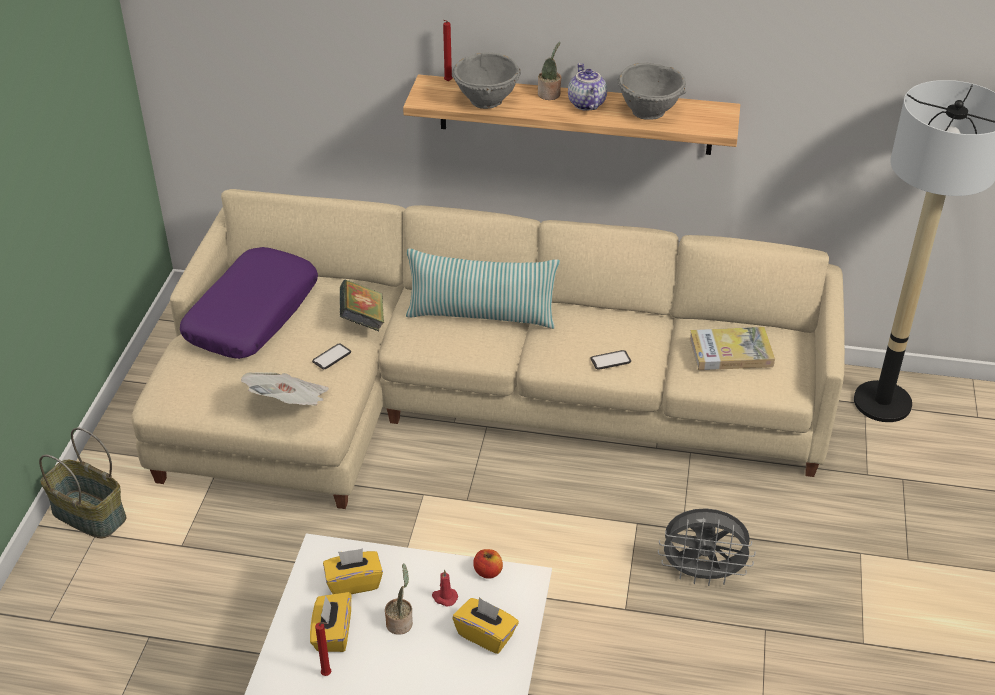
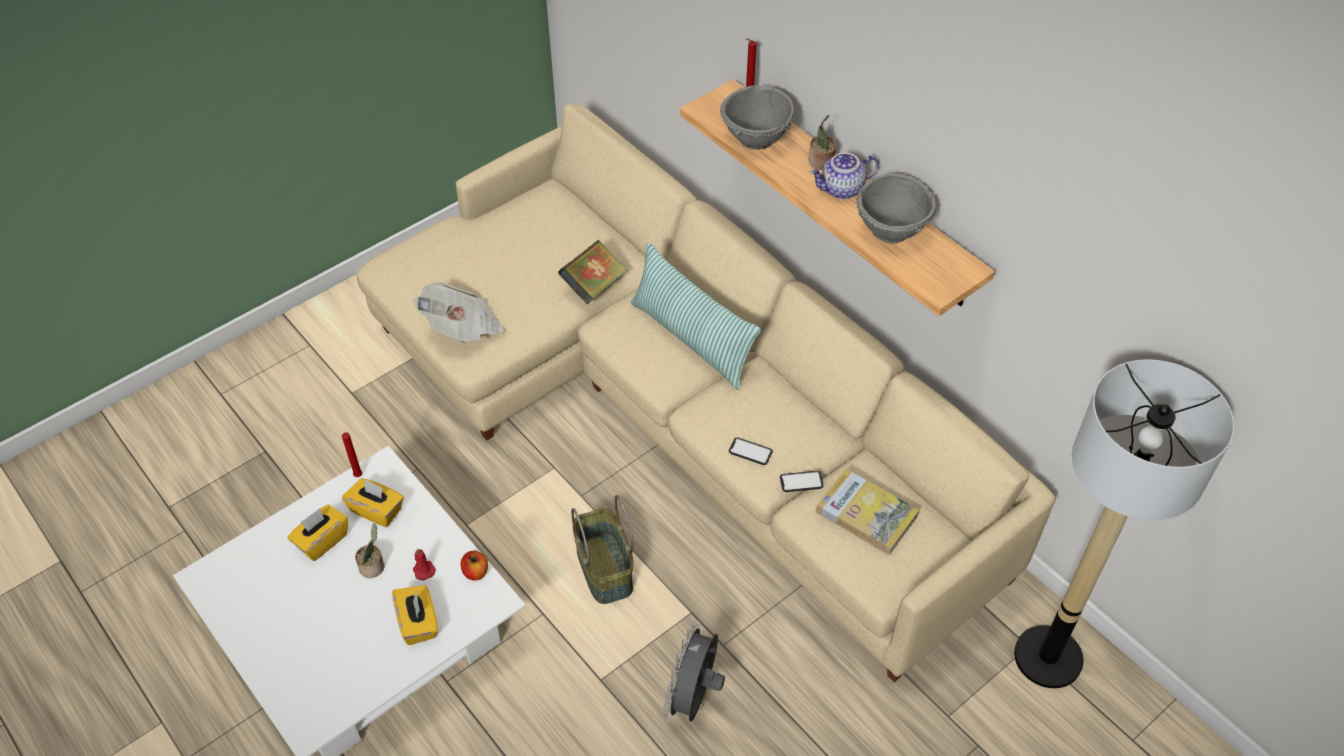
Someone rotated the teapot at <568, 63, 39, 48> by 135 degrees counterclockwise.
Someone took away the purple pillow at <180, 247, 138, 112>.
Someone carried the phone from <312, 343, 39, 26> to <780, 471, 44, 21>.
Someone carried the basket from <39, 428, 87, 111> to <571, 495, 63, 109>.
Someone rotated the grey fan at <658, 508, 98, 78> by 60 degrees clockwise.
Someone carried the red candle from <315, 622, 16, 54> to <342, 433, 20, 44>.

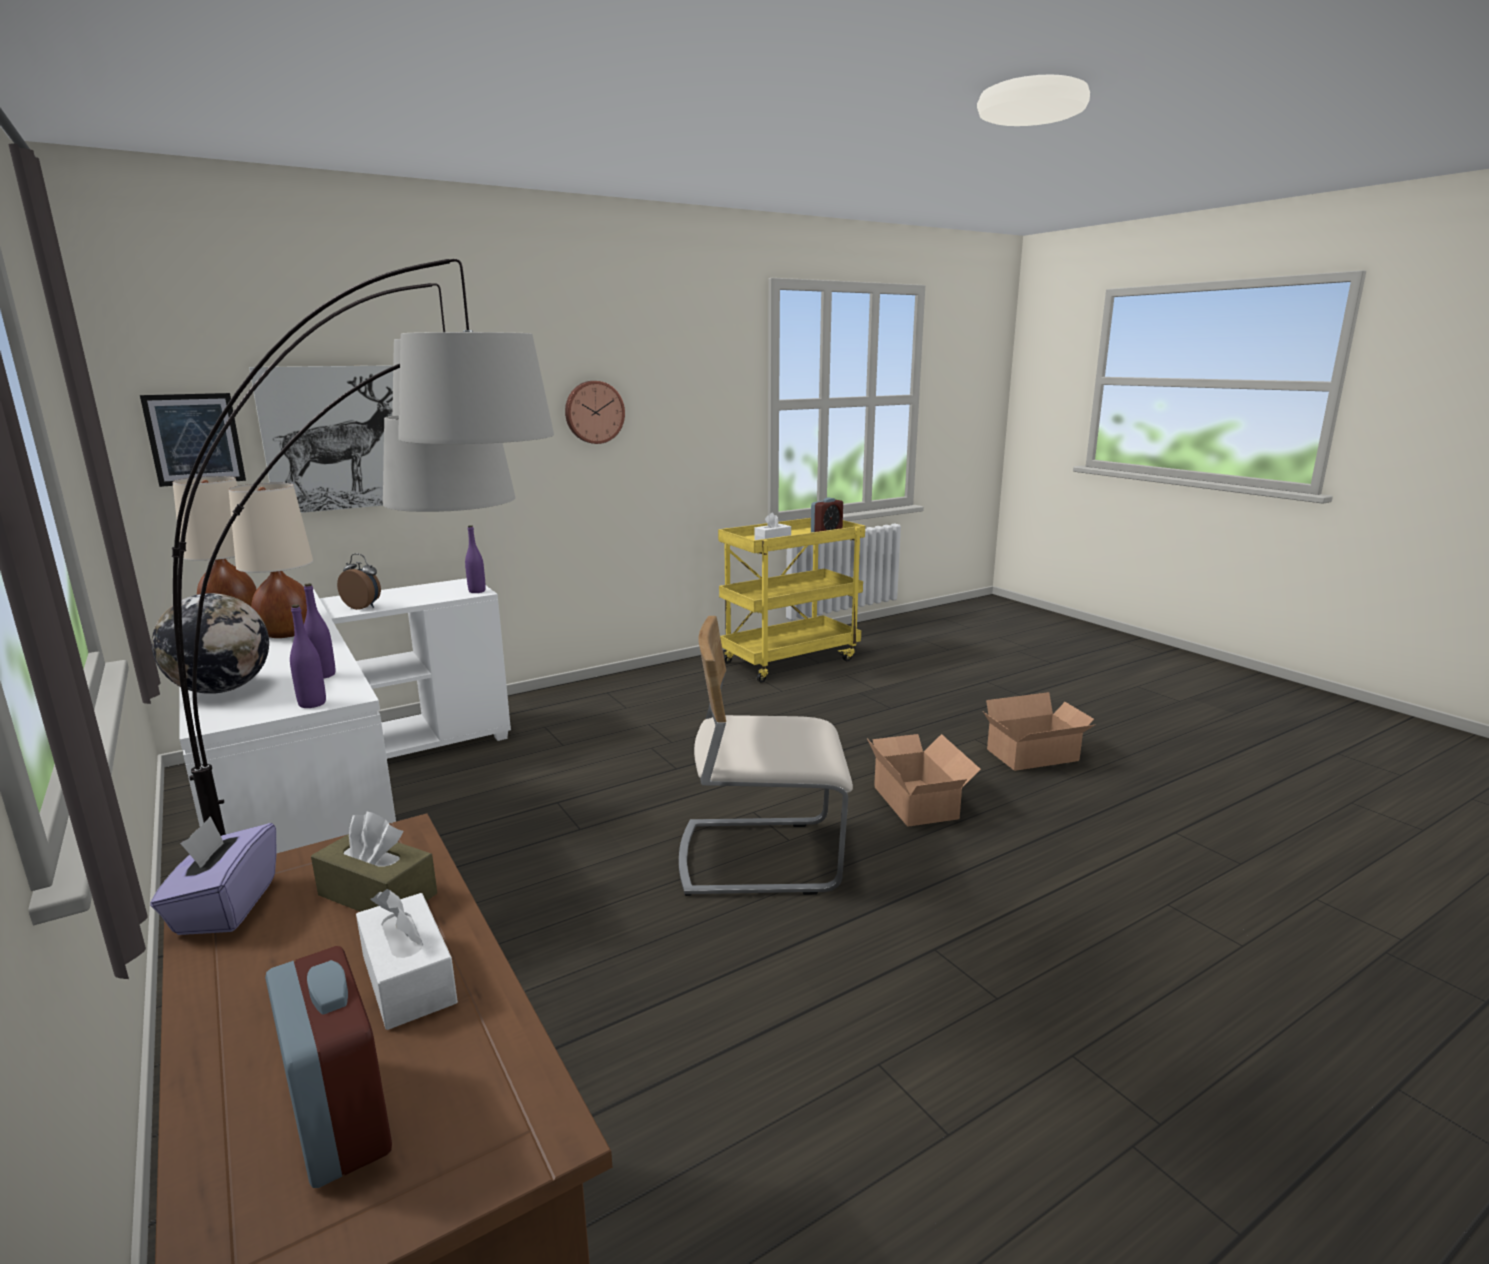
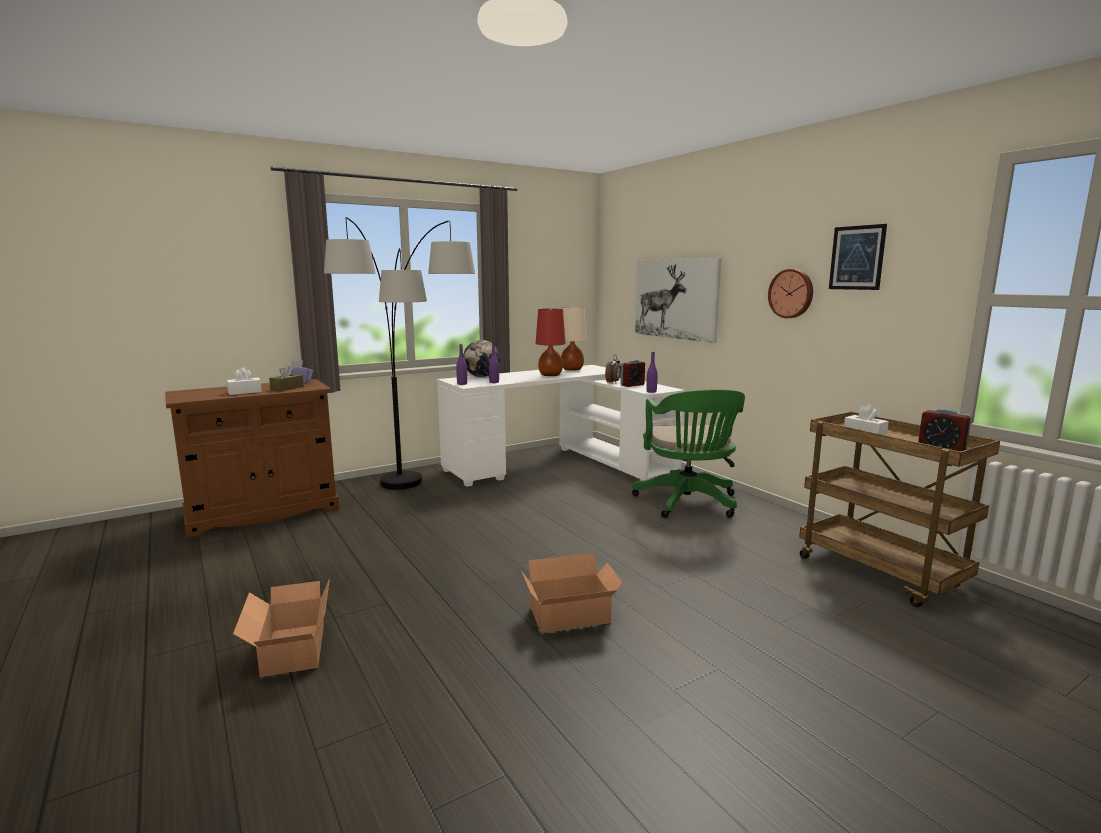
Someone carried the picture from <140, 393, 106, 94> to <829, 224, 58, 66>.
Someone repainted the beige table lamp at <229, 483, 84, 155>, which became the red table lamp at <536, 309, 30, 67>.
Someone repainted the yellow cart at <718, 518, 147, 165>, which became the brown cart at <799, 412, 201, 195>.
Someone took away the beige chair at <679, 616, 174, 280>.
Someone carried the cardboard box from <983, 692, 112, 79> to <233, 578, 97, 99>.
Someone carried the alarm clock from <265, 946, 127, 242> to <620, 360, 25, 27>.
Someone put down the green office chair at <632, 389, 113, 129>.

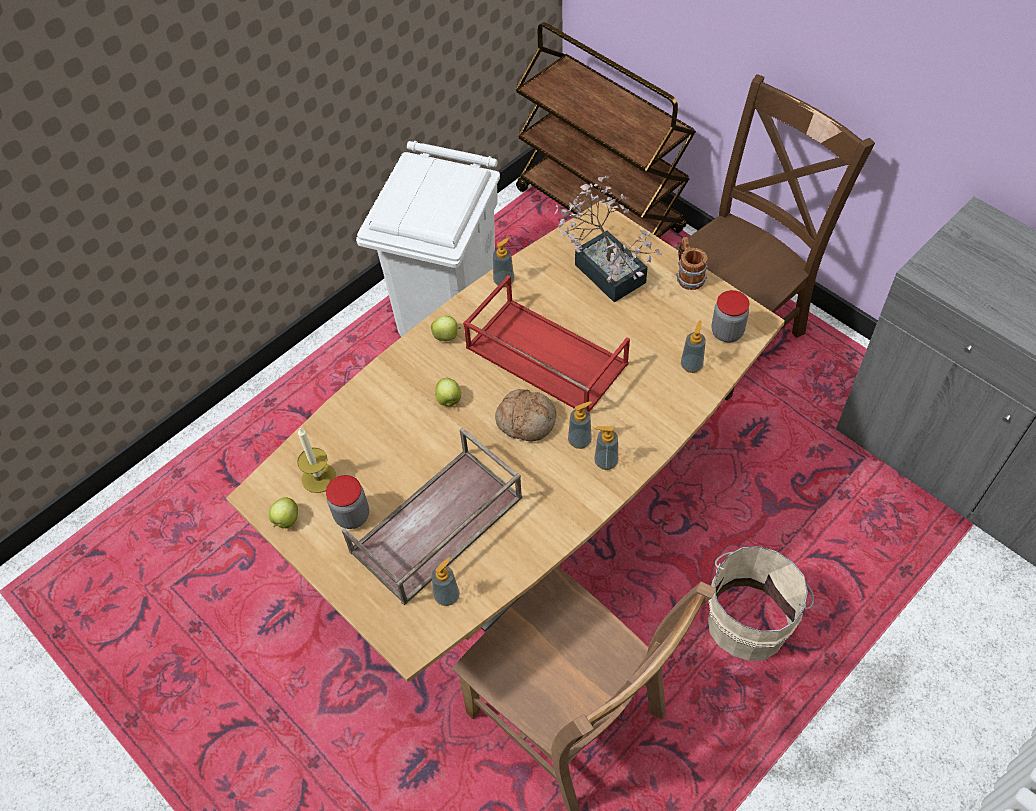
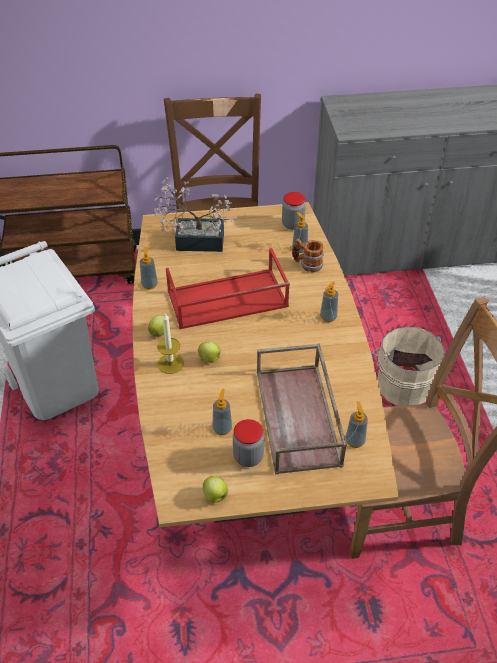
Someone carried the mug from <676, 237, 32, 53> to <292, 238, 32, 34>.
Someone took away the bread at <495, 389, 62, 53>.
Someone carried the soap dispenser from <568, 401, 24, 48> to <212, 389, 20, 46>.
Someone carried the candle from <297, 428, 39, 65> to <157, 314, 27, 60>.

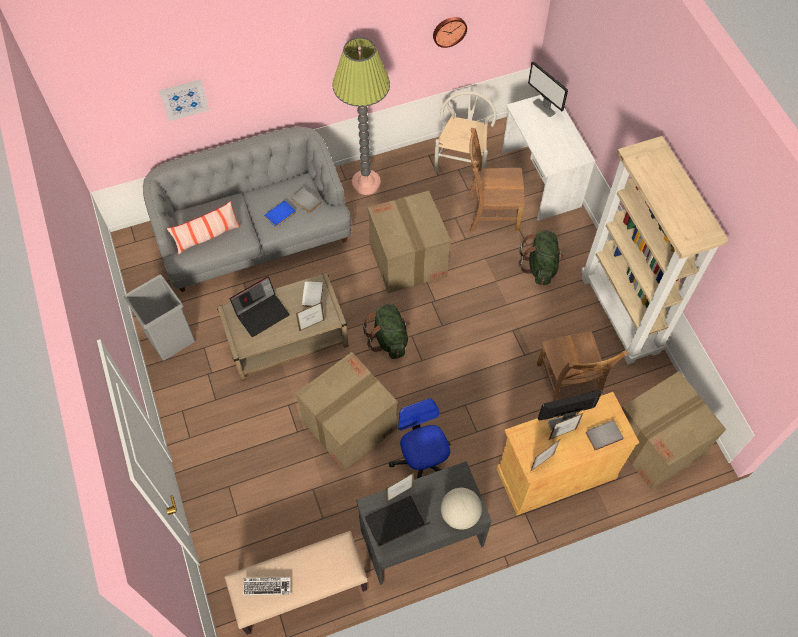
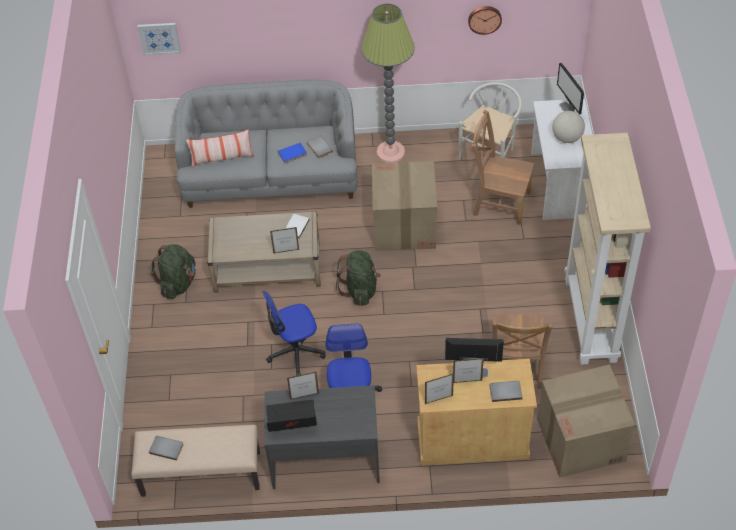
Someone carried the picture from <159, 79, 50, 42> to <137, 23, 44, 33>.
Someone carried the green backpack from <519, 231, 46, 54> to <151, 244, 45, 55>.
Someone took away the grey trash can at <124, 275, 71, 85>.
Someone took away the laptop at <230, 276, 60, 61>.
Someone swapped the cardboard box at <295, 352, 102, 118> for the office chair at <263, 291, 63, 85>.
Someone carried the globe from <441, 488, 41, 42> to <552, 111, 33, 32>.
Someone swapped the keyboard at <243, 577, 48, 18> for the grey book at <149, 436, 35, 25>.

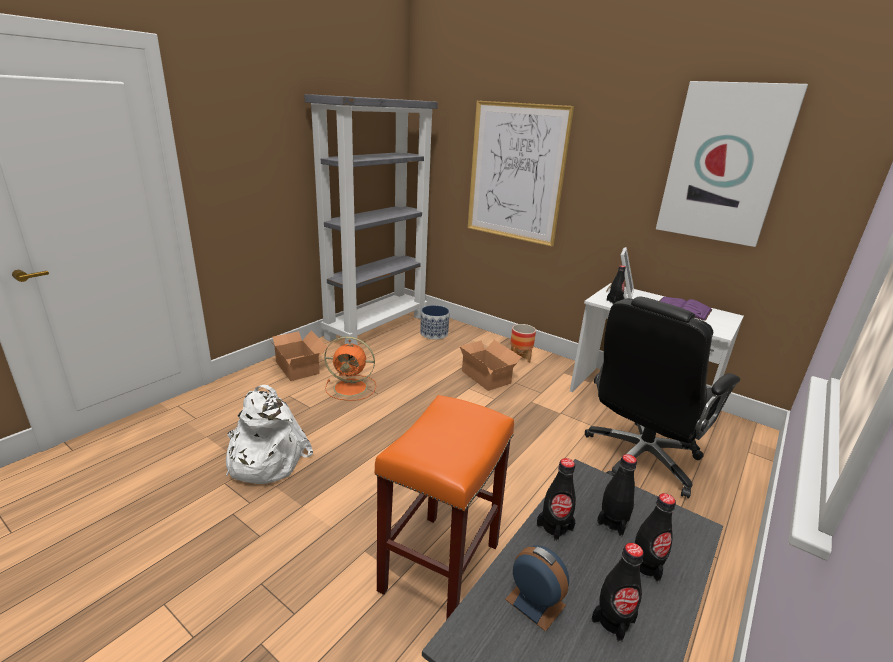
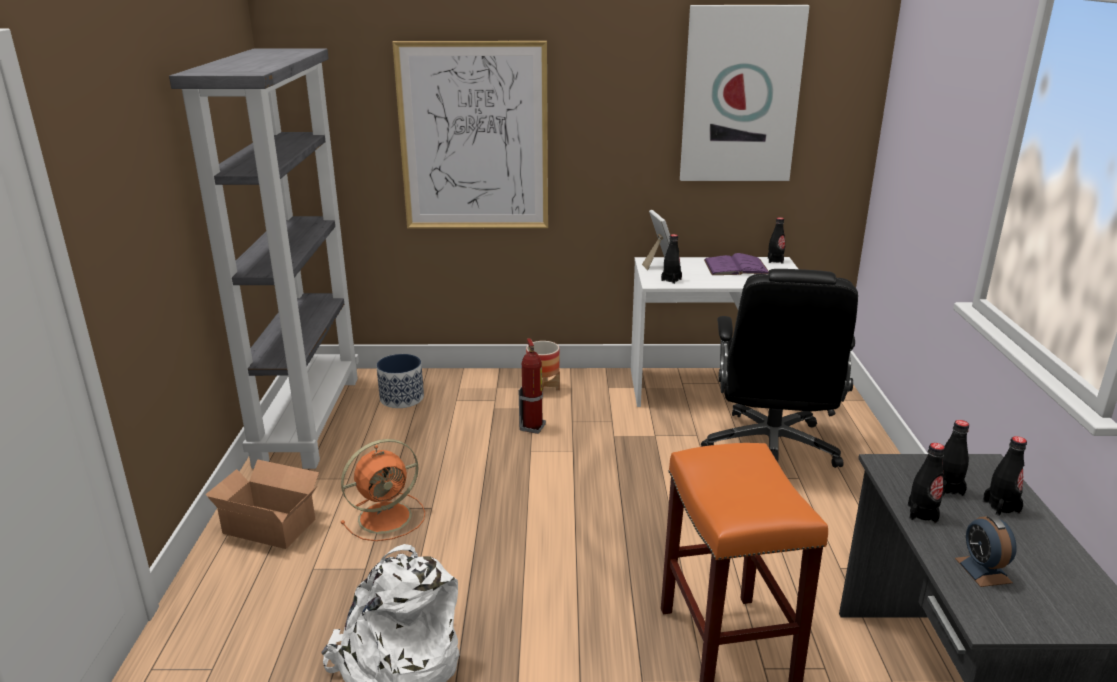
Someone swapped the cardboard box at <459, 340, 62, 51> for the fire extinguisher at <519, 338, 27, 96>.
Someone carried the black bottle from <591, 543, 53, 100> to <768, 217, 17, 47>.
Someone rotated the alarm clock at <505, 546, 64, 86> by 105 degrees counterclockwise.

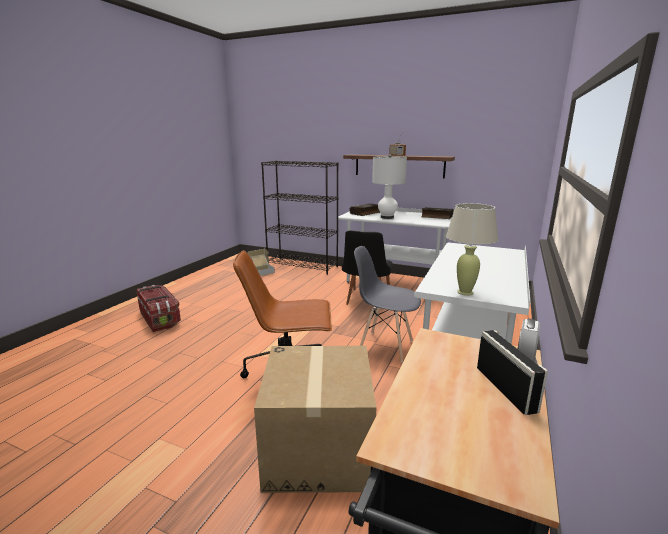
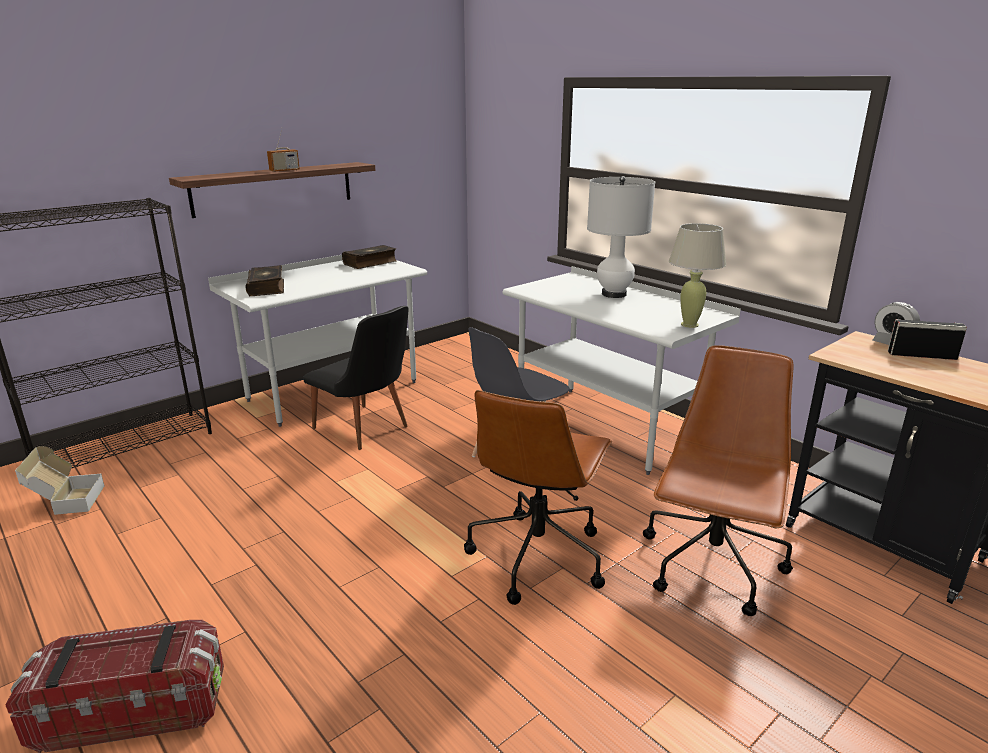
Someone carried the white table lamp from <372, 155, 35, 64> to <587, 176, 68, 122>.
Someone swapped the cardboard box at <254, 346, 123, 147> for the brown office chair at <643, 345, 151, 271>.

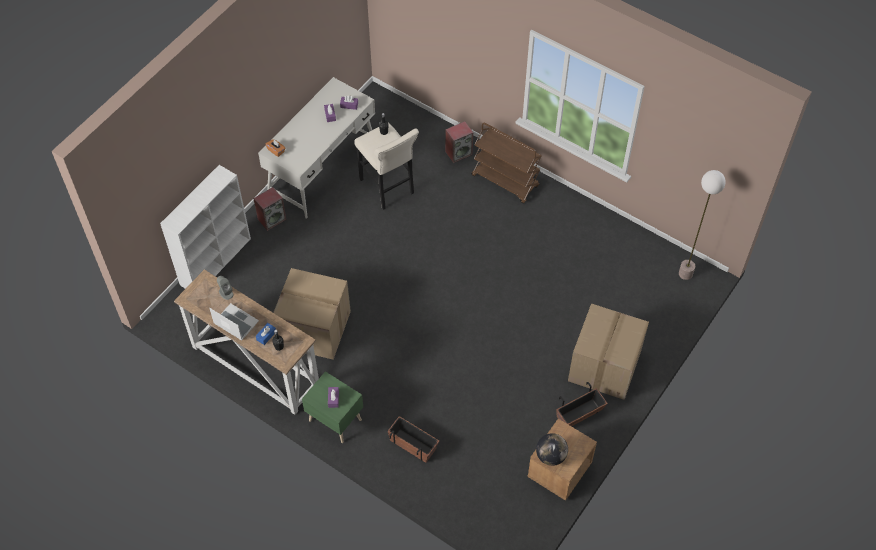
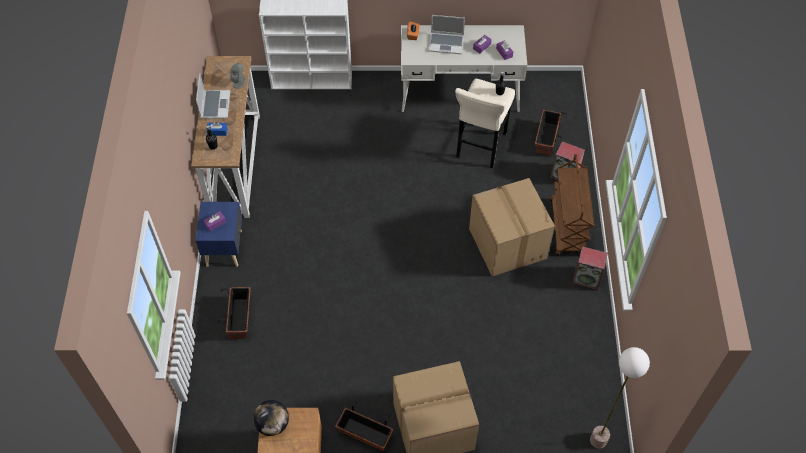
Someone carried the speaker from <253, 187, 33, 44> to <572, 246, 36, 44>.
Someone carried the cardboard box from <273, 268, 78, 92> to <469, 178, 86, 98>.
Someone repainted the green nightstand at <302, 371, 61, 72>, which became the blue nightstand at <195, 202, 47, 65>.
Someone put down the laptop at <428, 15, 37, 39>.
Someone put down the planter at <535, 110, 32, 46>.

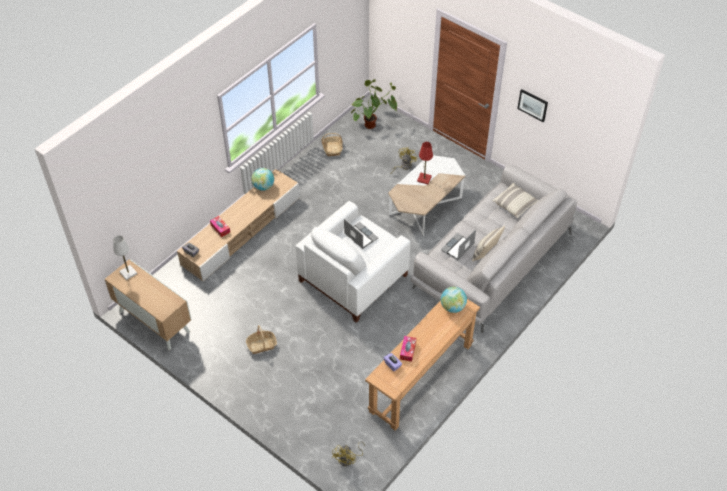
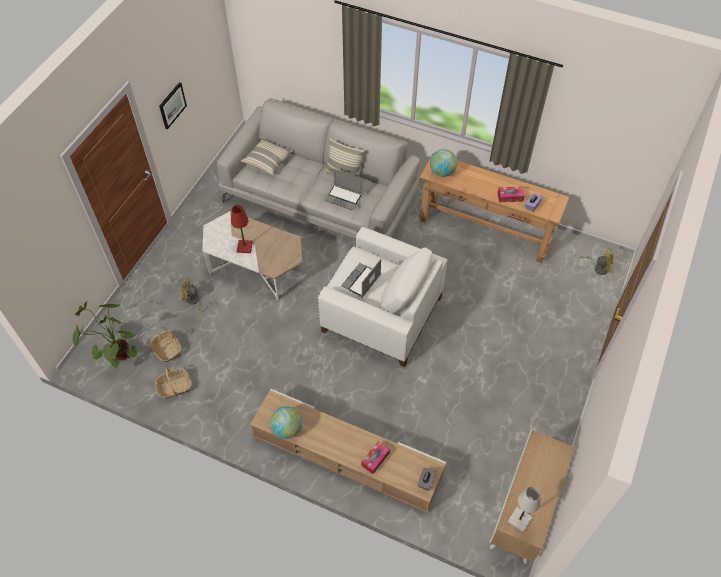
Someone carried the basket from <246, 325, 31, 29> to <149, 330, 32, 32>.

